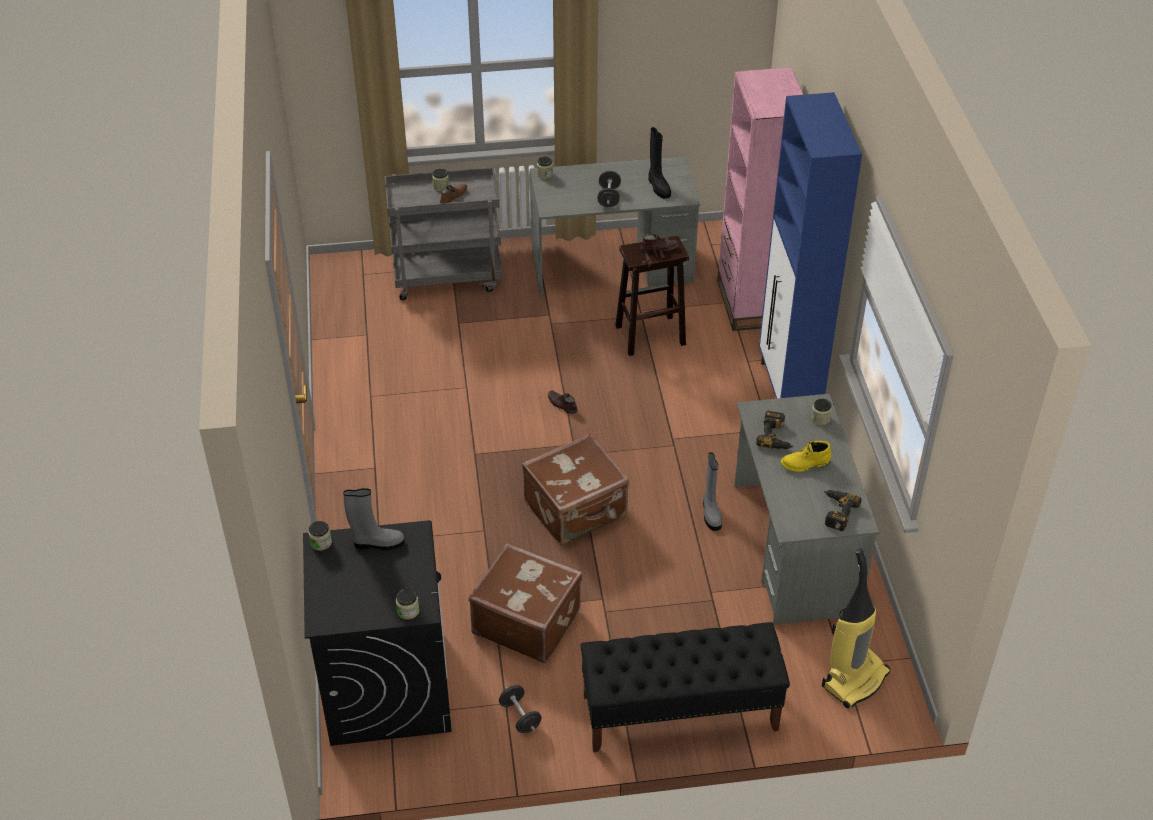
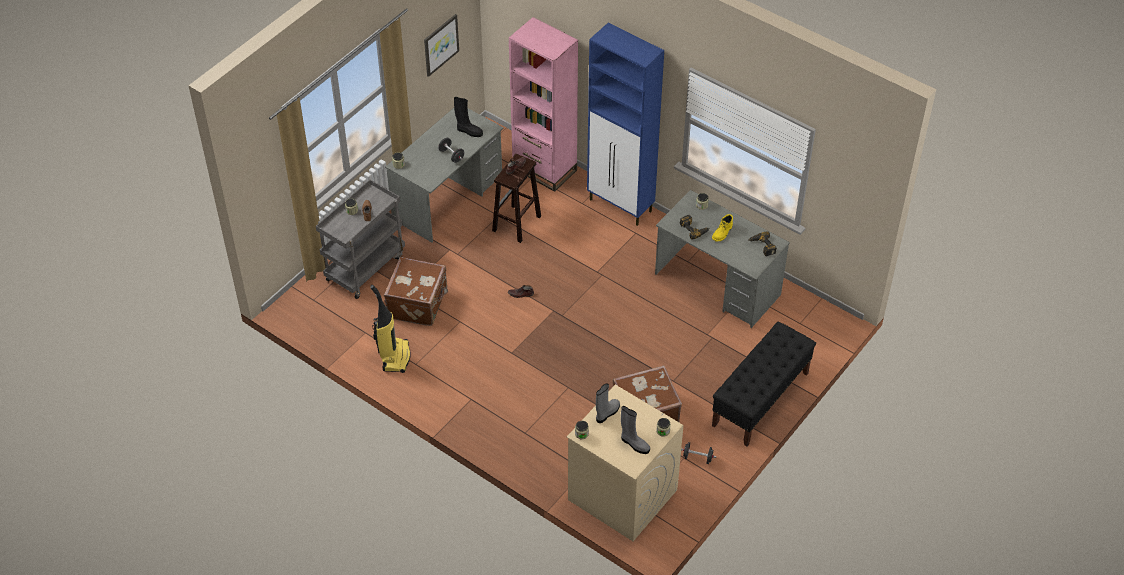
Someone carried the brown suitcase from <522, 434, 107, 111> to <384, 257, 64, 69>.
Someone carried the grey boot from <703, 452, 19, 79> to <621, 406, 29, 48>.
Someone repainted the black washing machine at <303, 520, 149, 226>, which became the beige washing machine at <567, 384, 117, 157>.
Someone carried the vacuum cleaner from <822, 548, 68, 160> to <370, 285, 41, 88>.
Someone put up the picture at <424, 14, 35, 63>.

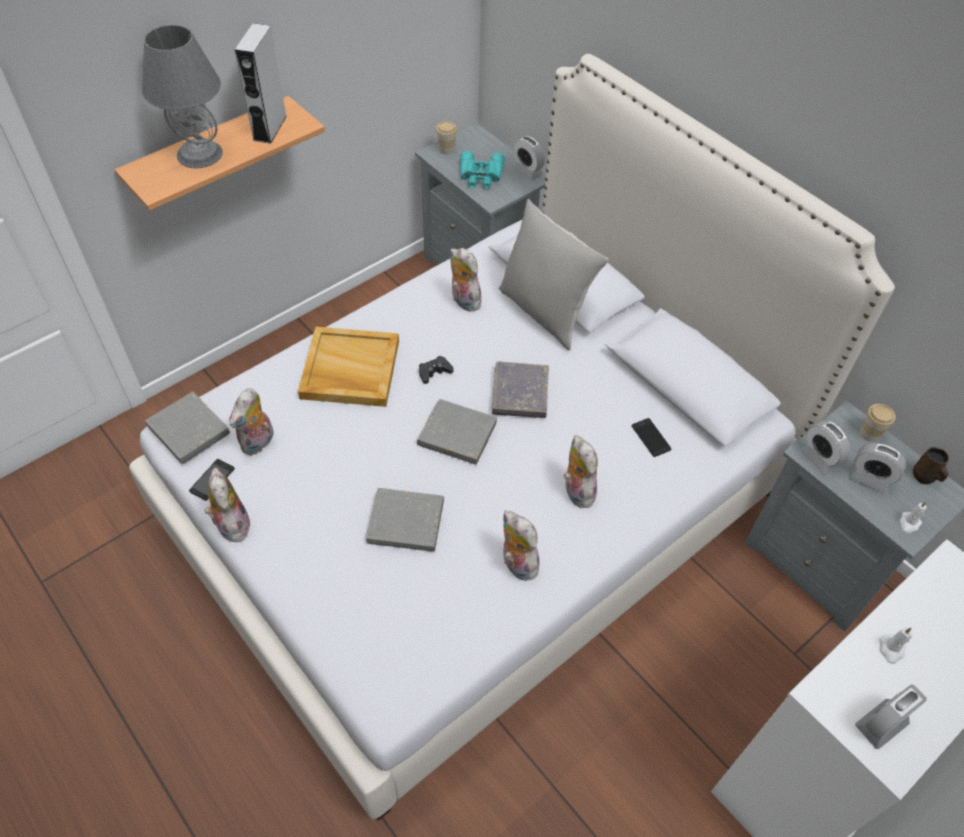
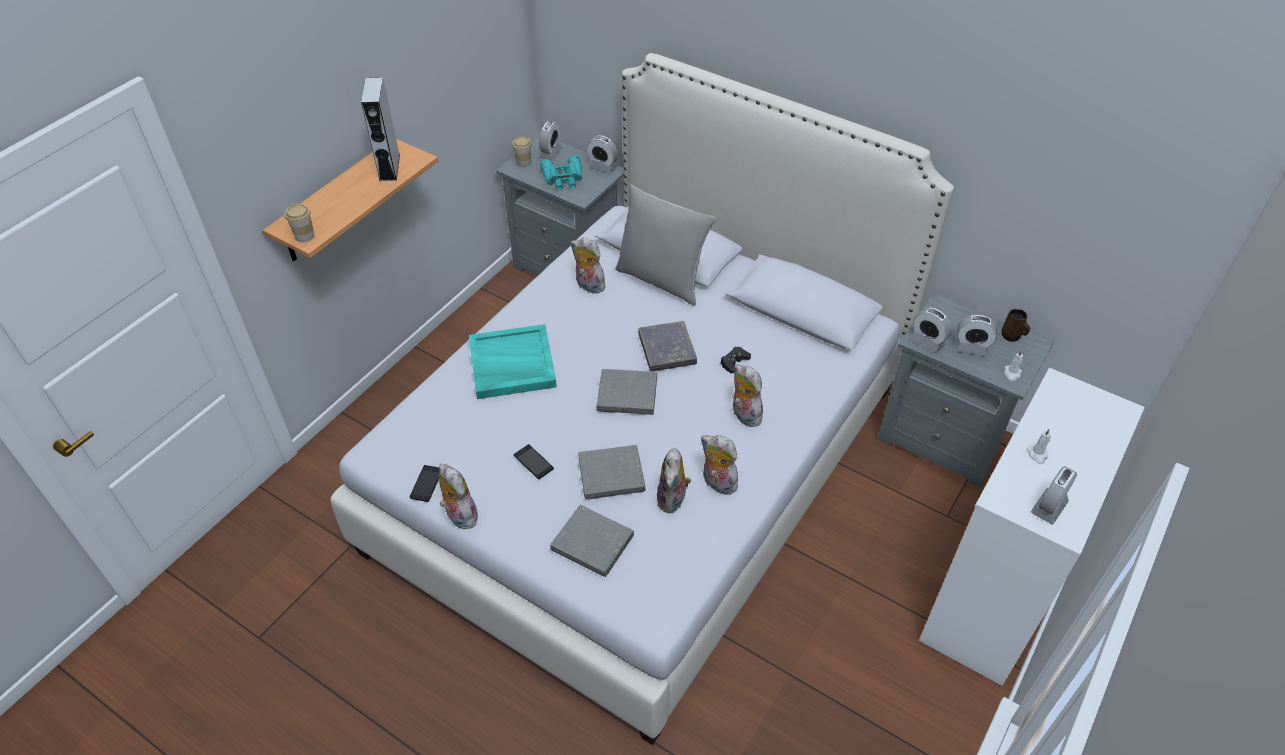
Someone took away the grey table lamp at <142, 25, 81, 143>.
Someone repainted the beige tray at <298, 327, 101, 80>, which became the turquoise tray at <469, 324, 88, 75>.
Someone carried the black game controller from <419, 356, 34, 28> to <720, 346, 31, 27>.
Someone carried the plush toy from <229, 388, 45, 67> to <657, 448, 34, 65>.
Someone carried the grey book from <145, 391, 85, 73> to <550, 505, 84, 72>.
Someone carried the cup from <860, 404, 36, 38> to <285, 204, 29, 38>.
Someone carried the phone from <632, 418, 40, 39> to <514, 444, 40, 35>.
Someone put down the alarm clock at <539, 121, 23, 40>.

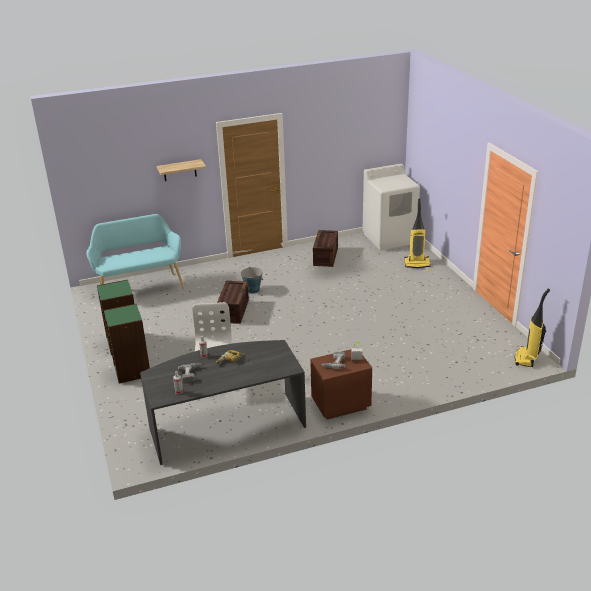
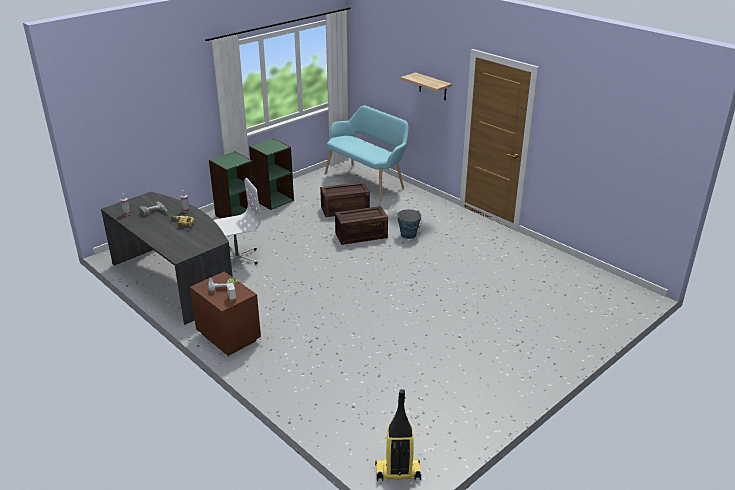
Someone took away the white washing machine at <363, 164, 57, 86>.
Someone took away the vacuum cleaner at <404, 199, 26, 69>.
Someone carried the crate from <313, 230, 25, 37> to <320, 182, 50, 35>.

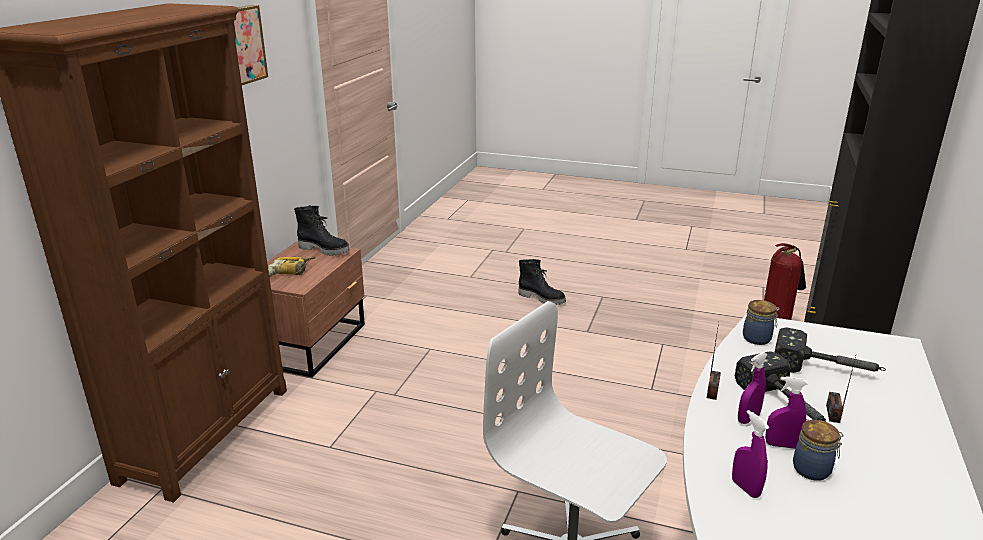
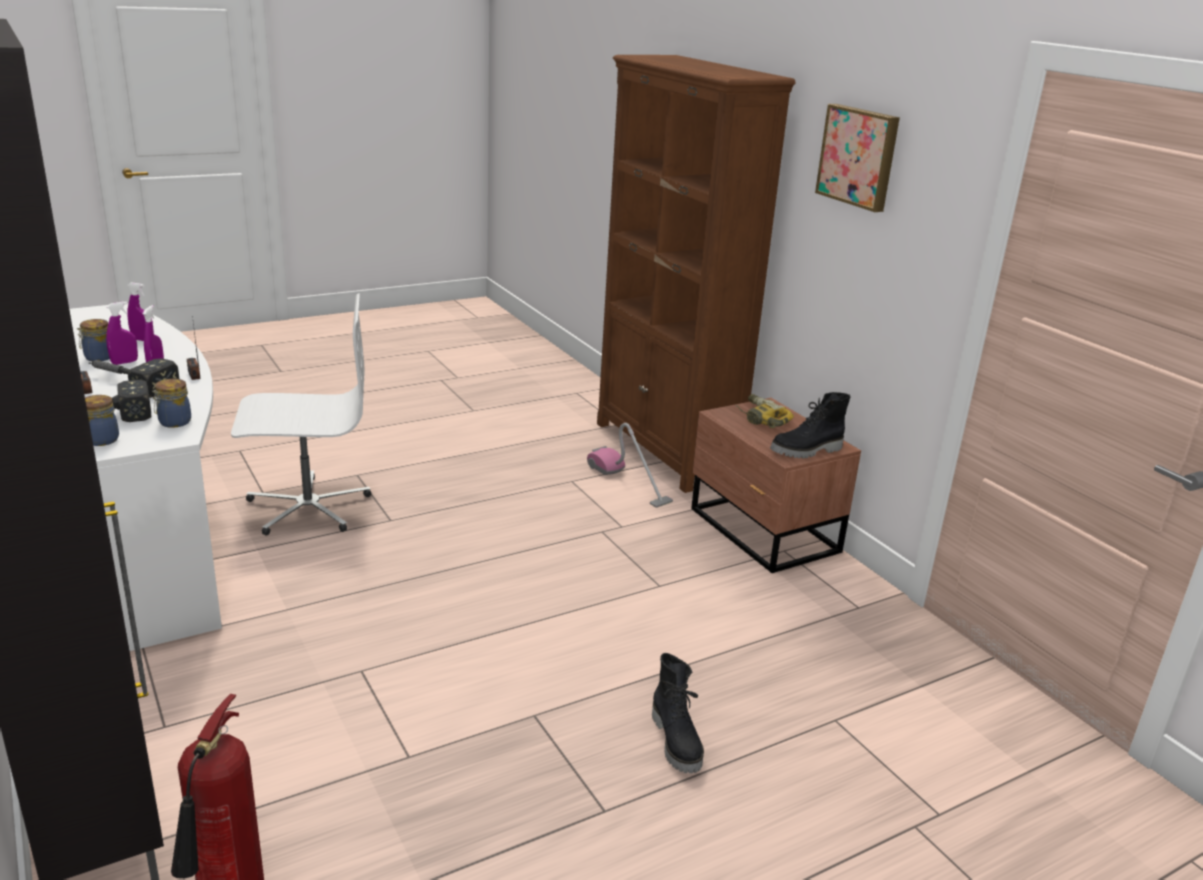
Someone rotated the black boot at <519, 259, 47, 46> by 90 degrees counterclockwise.
Someone put down the jar at <85, 395, 34, 51>.
Someone put down the vacuum cleaner at <587, 423, 86, 85>.

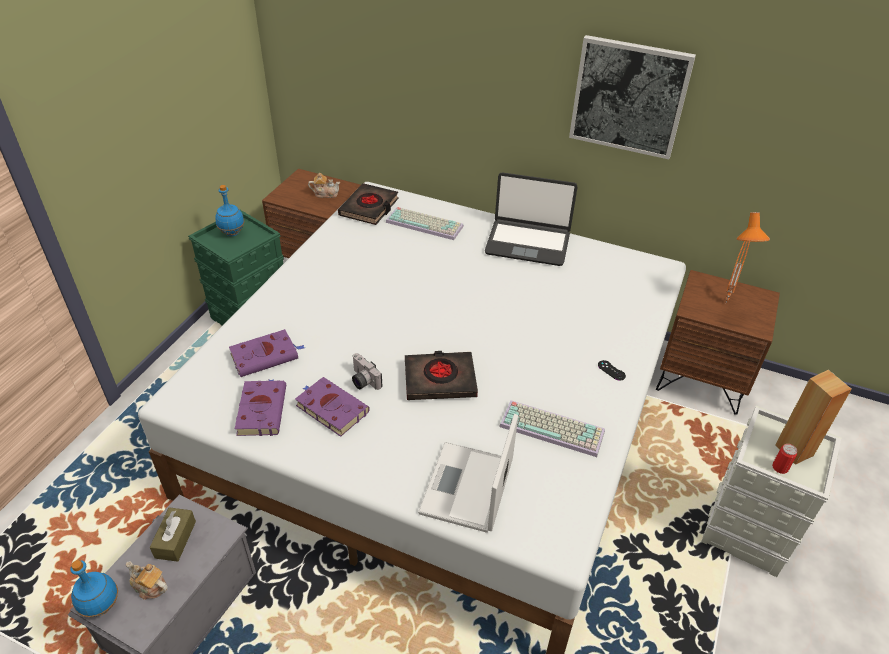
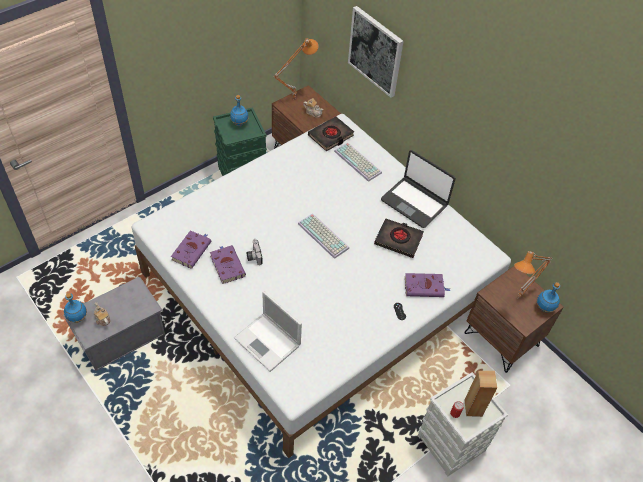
Someone carried the picture from <569, 35, 127, 124> to <348, 6, 55, 92>.
Someone carried the purple book from <229, 329, 76, 48> to <405, 273, 45, 24>.
Someone carried the black book from <405, 351, 73, 49> to <374, 218, 50, 40>.
Someone carried the keyboard from <499, 400, 106, 57> to <298, 213, 51, 46>.
Someone rotated the laptop at <418, 414, 100, 119> by 90 degrees counterclockwise.
Someone took away the brown tissue box at <150, 507, 46, 55>.
Someone put down the orange table lamp at <273, 38, 46, 61>.
Someone put down the blue bottle at <537, 282, 23, 30>.

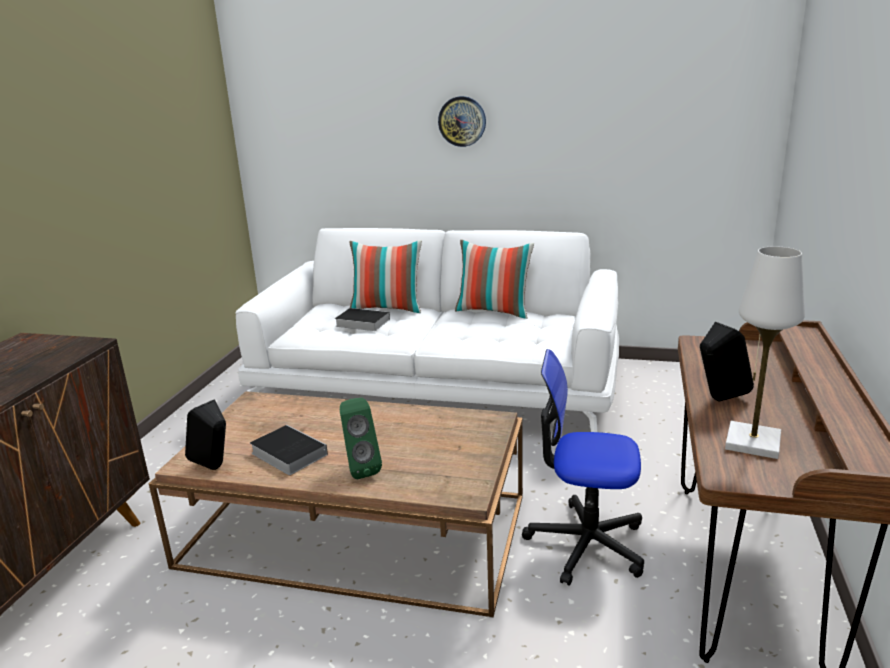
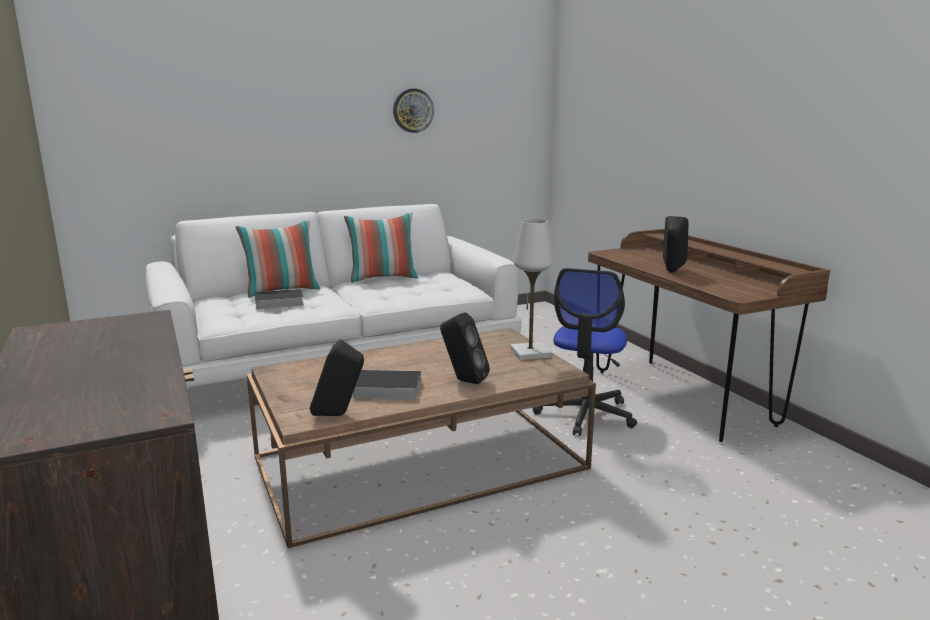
Someone carried the wall clock from <438, 96, 48, 51> to <393, 89, 41, 44>.
Someone carried the white table lamp from <725, 246, 80, 213> to <510, 219, 43, 141>.
Someone rotated the office chair at <522, 349, 122, 237> by 45 degrees counterclockwise.
Someone repainted the green speaker at <340, 398, 42, 81>, which became the black speaker at <440, 312, 50, 72>.

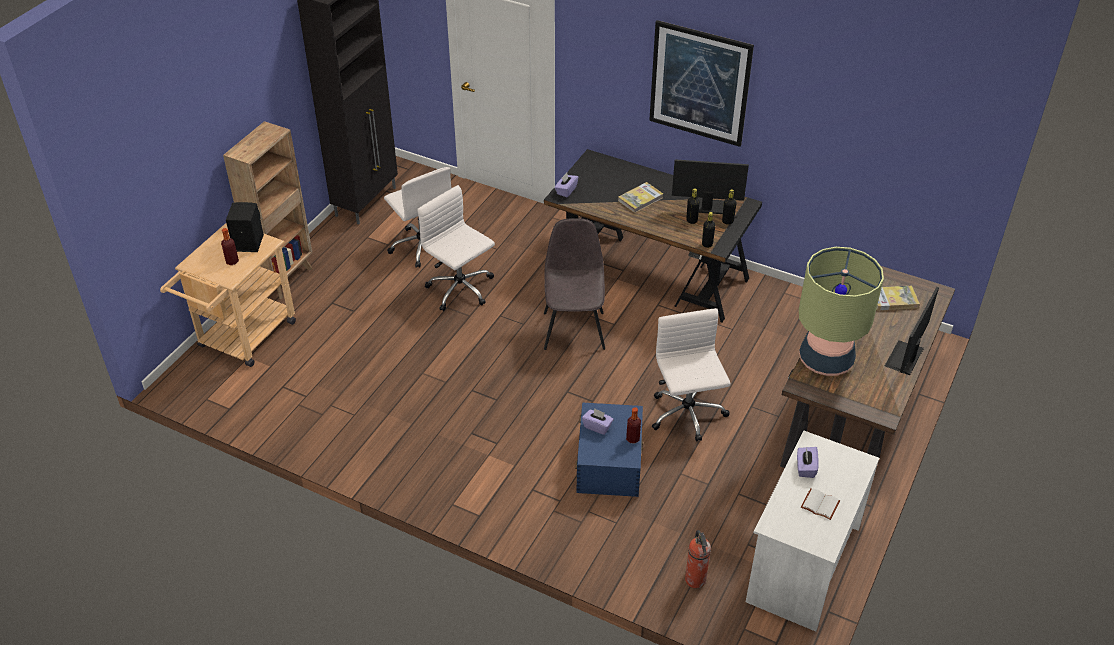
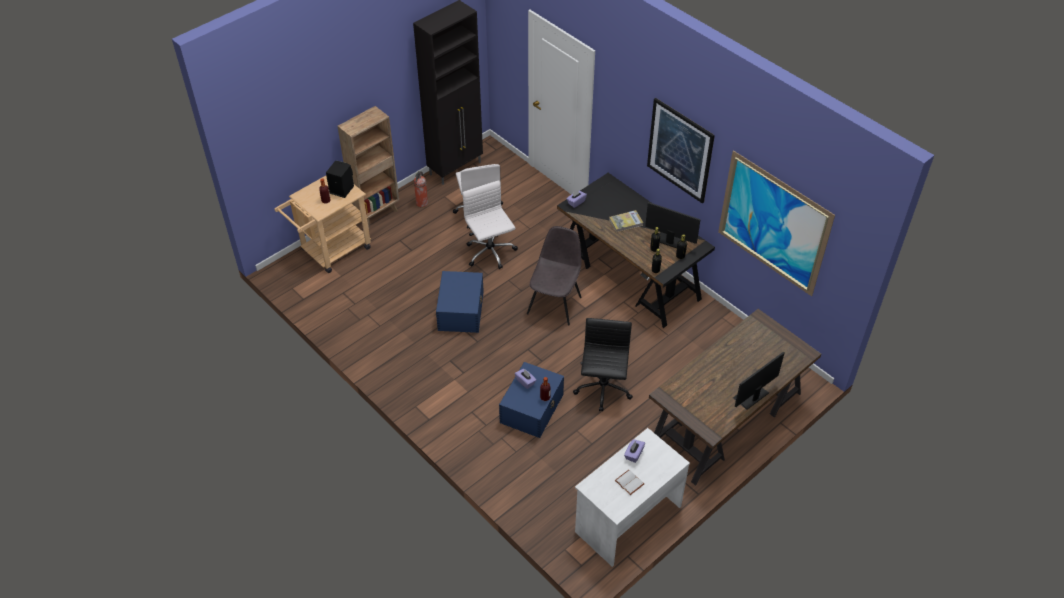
Someone took away the table lamp at <799, 247, 85, 129>.
Someone took away the book at <877, 286, 43, 25>.
Someone repainted the white office chair at <652, 308, 79, 133>, which became the black office chair at <573, 318, 60, 93>.
Someone carried the fire extinguisher from <685, 530, 26, 58> to <414, 171, 14, 36>.
Someone put up the picture at <718, 150, 117, 146>.
Someone put down the blue storage box at <436, 271, 48, 62>.

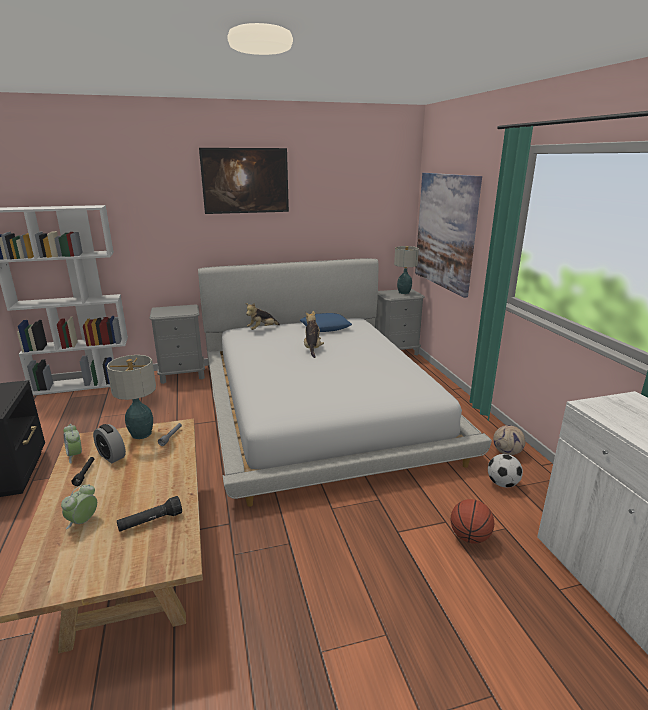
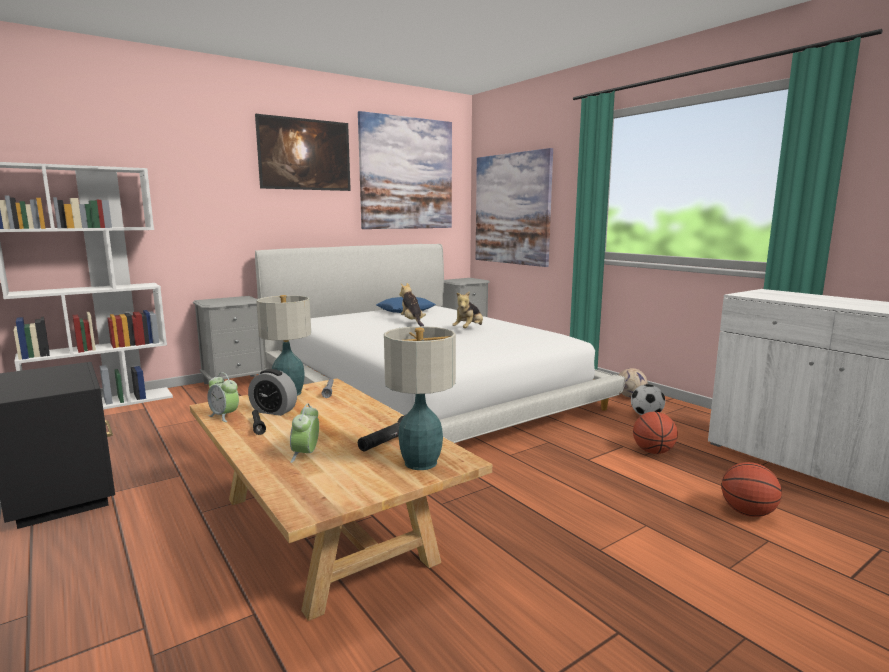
Someone carried the table lamp from <394, 246, 25, 48> to <384, 326, 72, 144>.
Someone carried the plush toy from <245, 303, 35, 27> to <452, 291, 31, 37>.
Someone put up the picture at <358, 111, 94, 118>.
Someone put down the basketball at <721, 462, 61, 55>.

